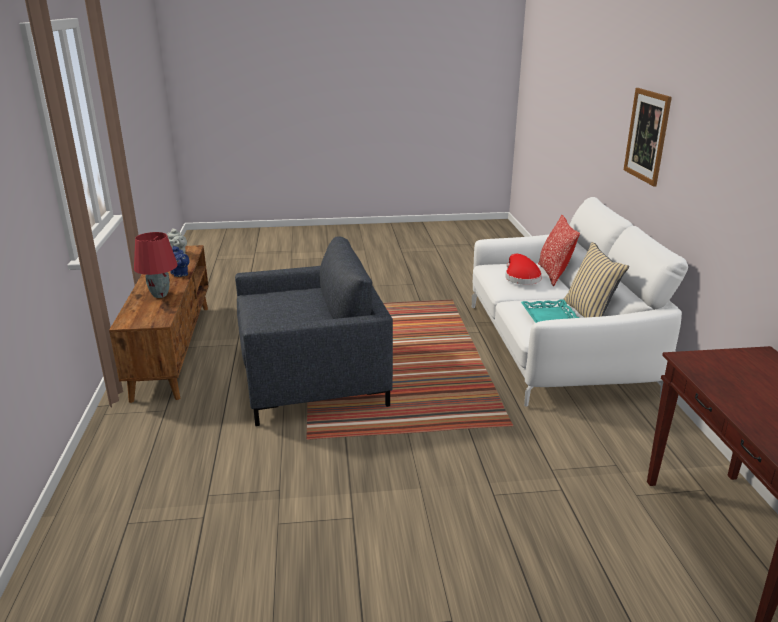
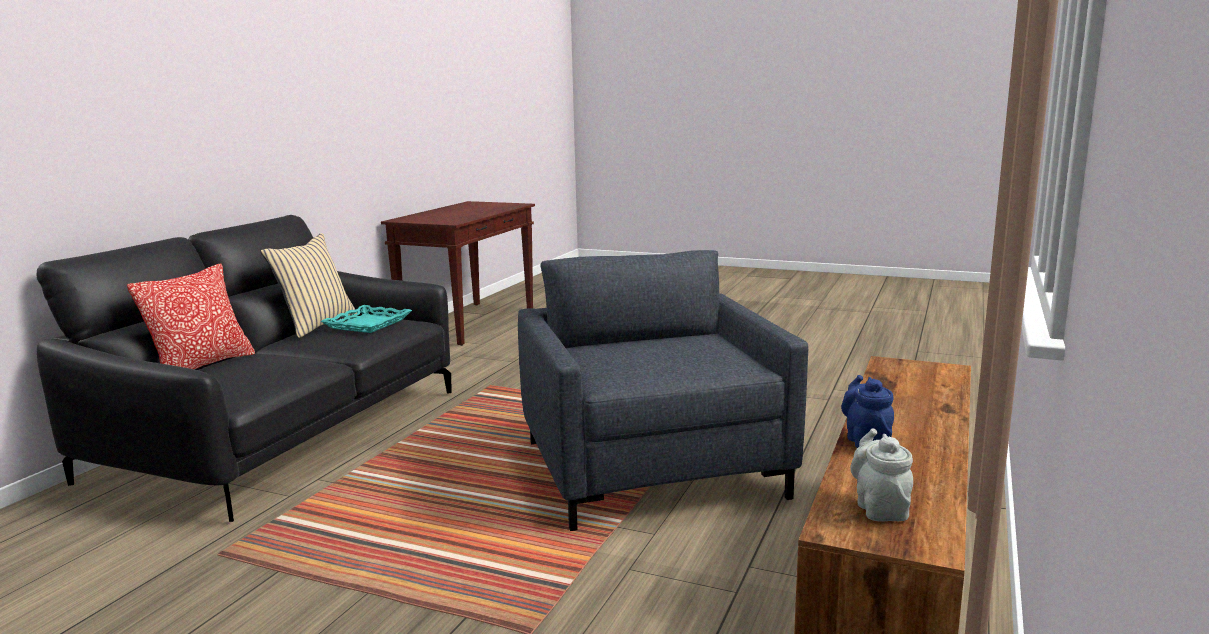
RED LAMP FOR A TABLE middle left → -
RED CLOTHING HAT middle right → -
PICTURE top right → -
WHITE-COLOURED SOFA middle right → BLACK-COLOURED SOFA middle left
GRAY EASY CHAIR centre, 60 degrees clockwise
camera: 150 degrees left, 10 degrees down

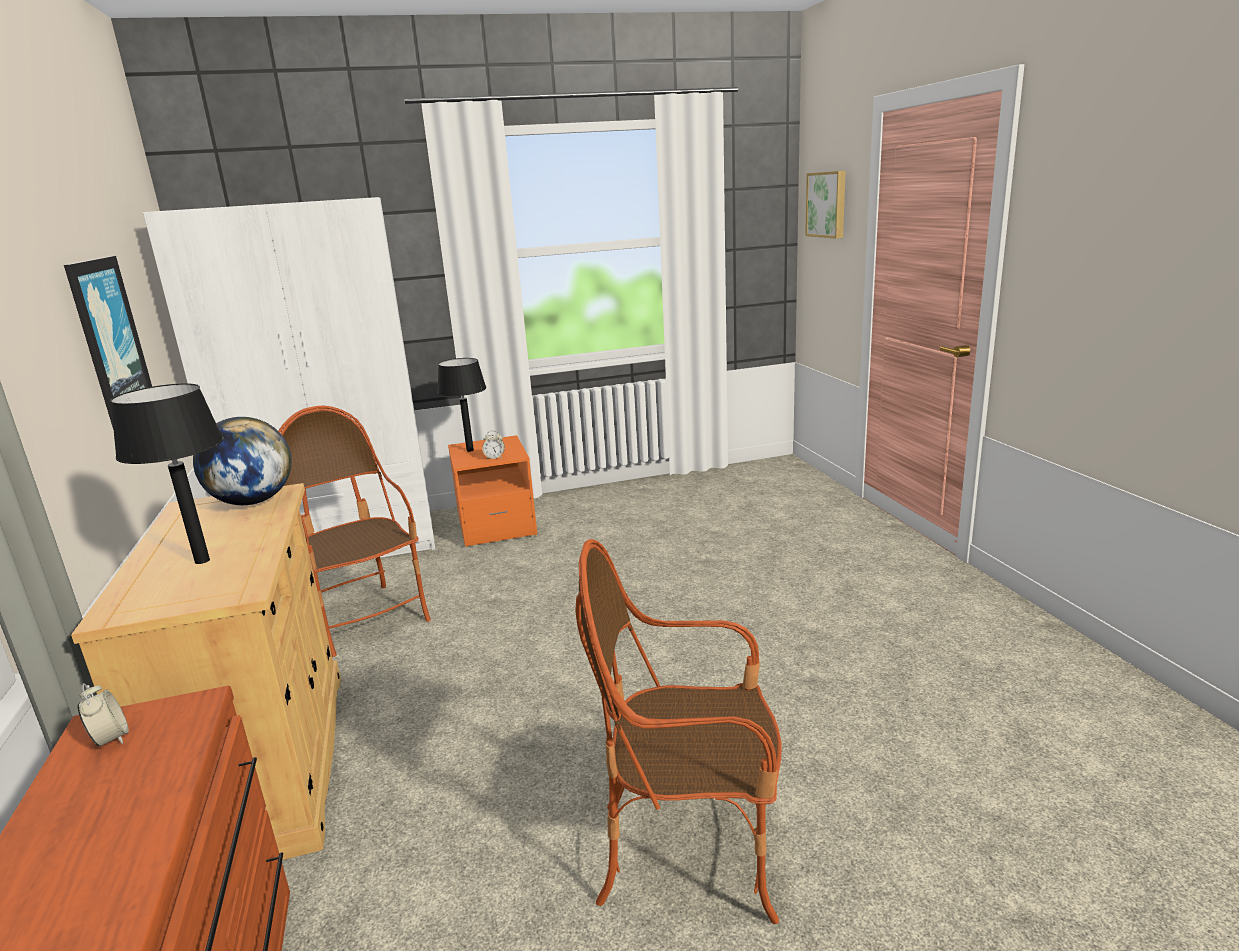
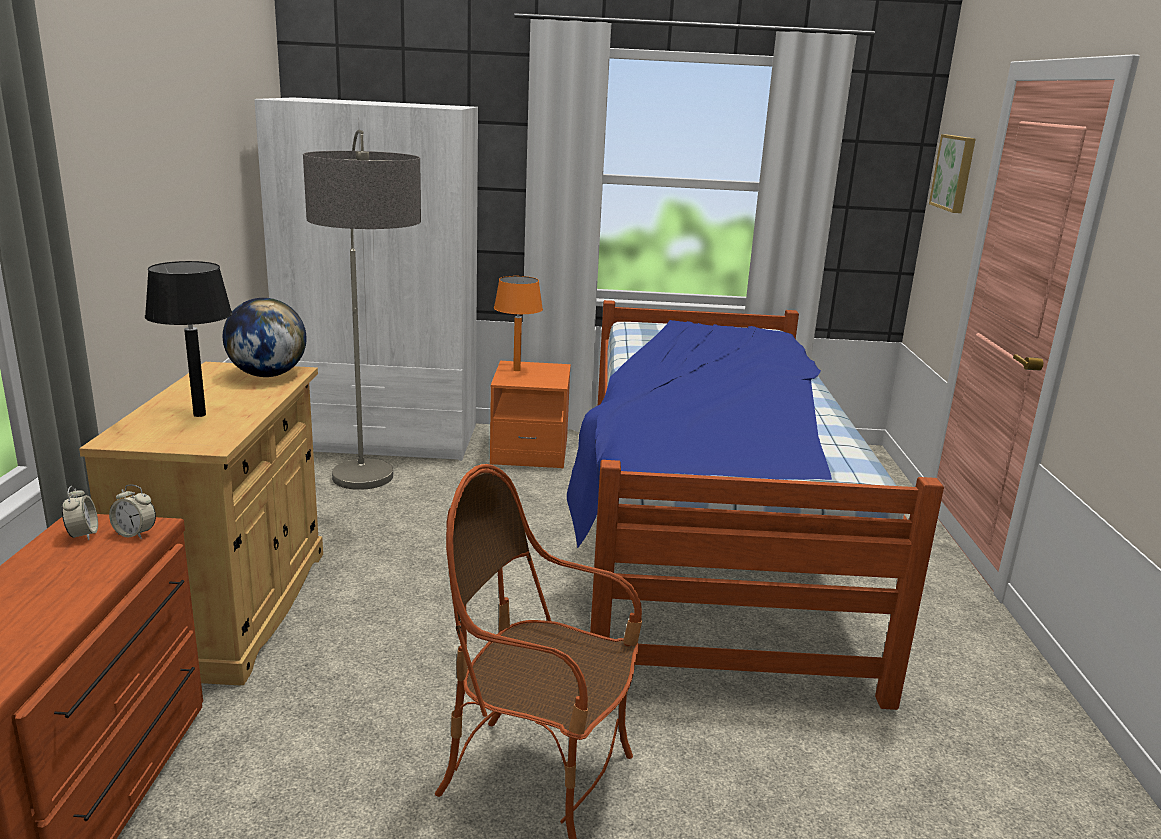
PICTURE (1st from left) middle left → -
- → BED centre
BEDSIDE CLOCK (2nd from left) centre → BEDSIDE CLOCK (2nd from left) middle left, moved
EASY CHAIR (1st from left) middle left → STANDING LAMP middle left
BLACK-COLOURED LAMP FOR A TABLE (2nd from left) centre → ORANGEY LAMP FOR A TABLE centre
camera: 15 degrees right, 0 degrees up

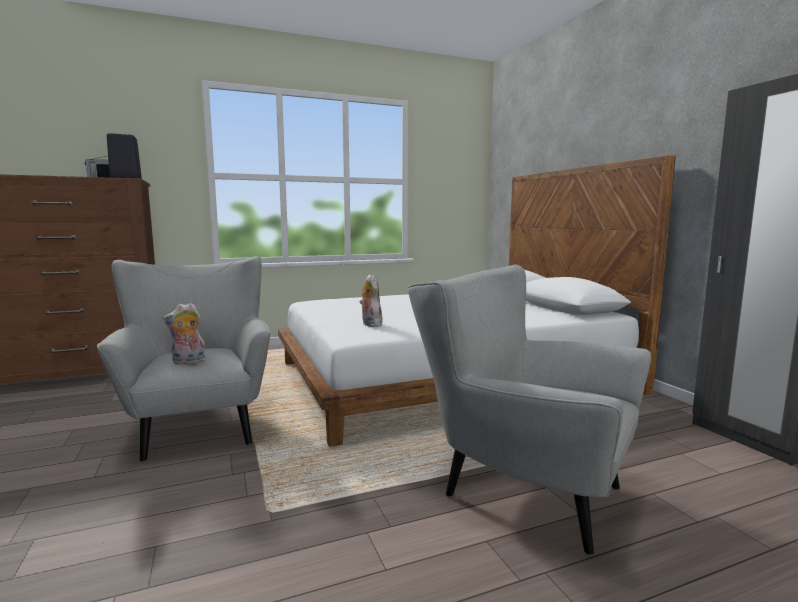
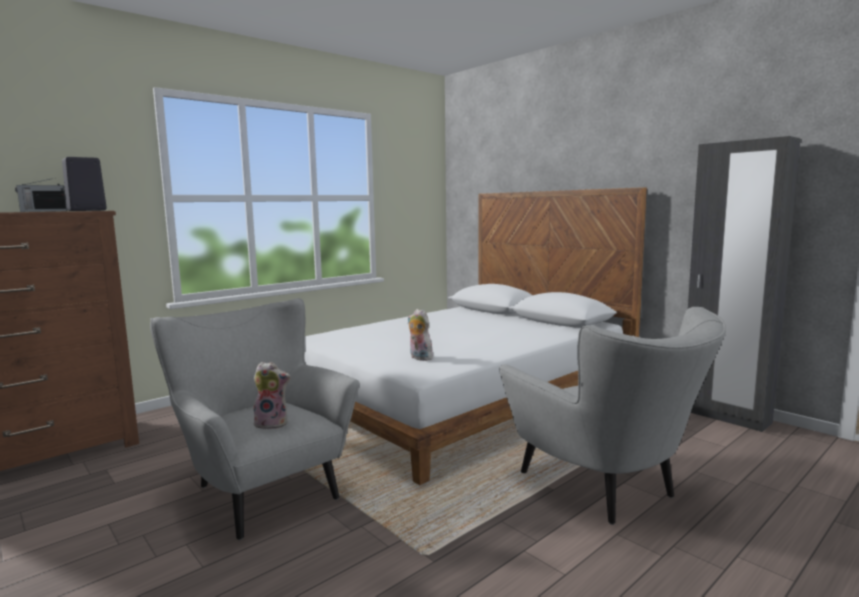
CUDDLY TOY (1st from left) middle left, 135 degrees counterclockwise
GRAY EASY CHAIR (2nd from left) bottom centre → GRAY EASY CHAIR (2nd from left) bottom right, 135 degrees counterclockwise
camera: 20 degrees left, 0 degrees up

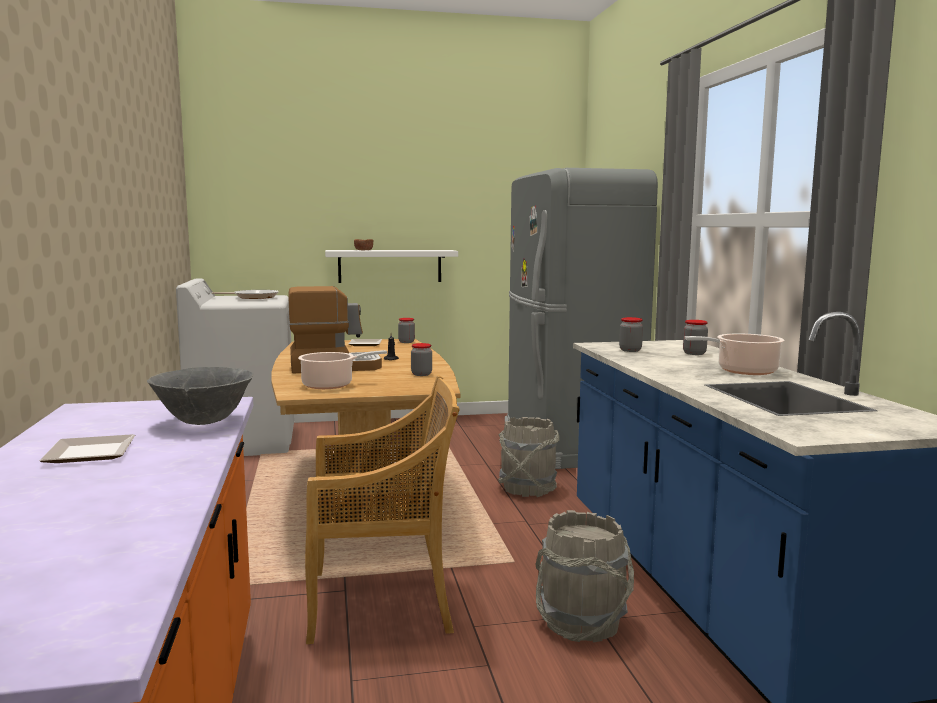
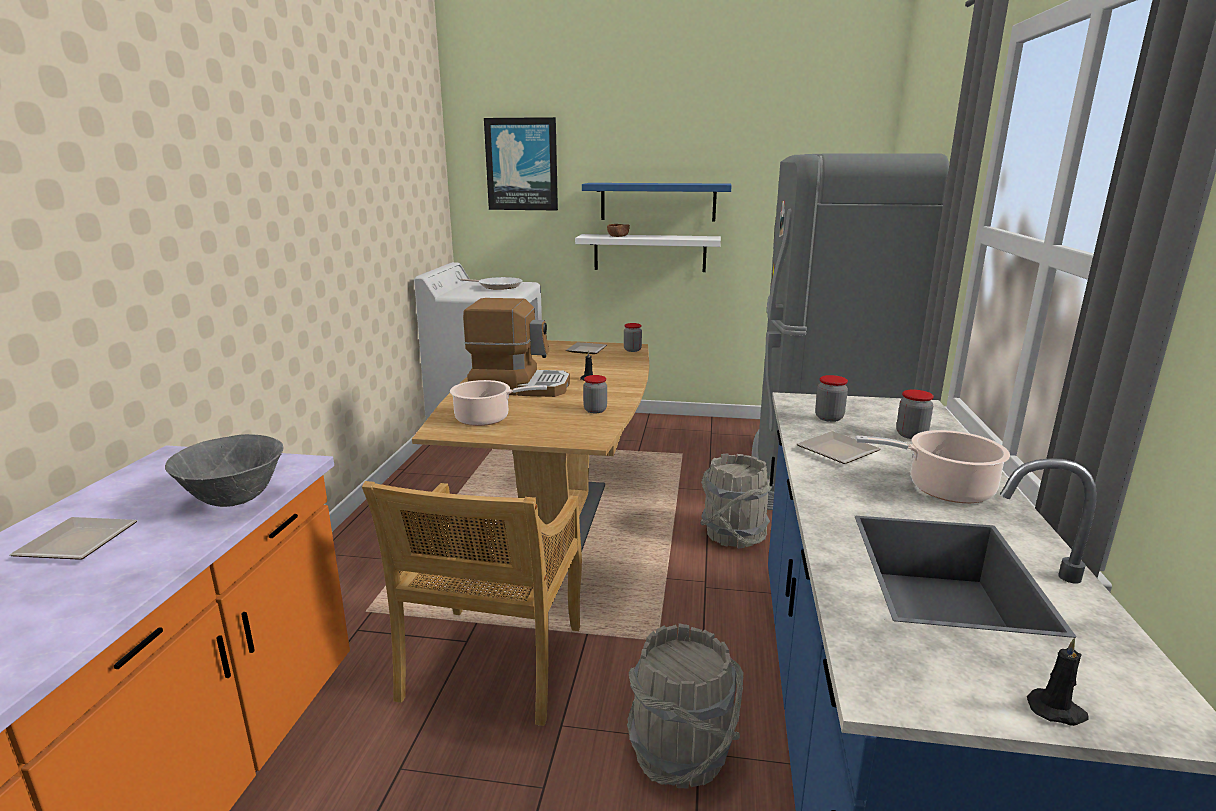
- → PICTURE top centre
- → BLUE-COLOURED WALL SHELF top centre
- → DINNER PLATE (3rd from left) middle right
- → BLACK-COLOURED WAX CANDLE (2nd from left) bottom right
BEIGE-COLOURED UPRIGHT CHAIR bottom centre, 90 degrees clockwise
camera: 20 degrees right, 10 degrees up

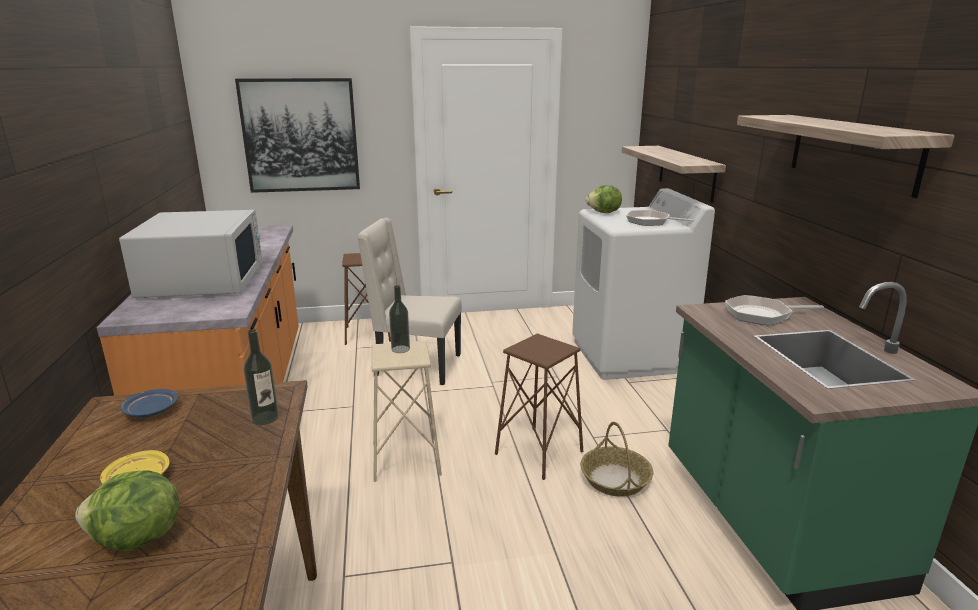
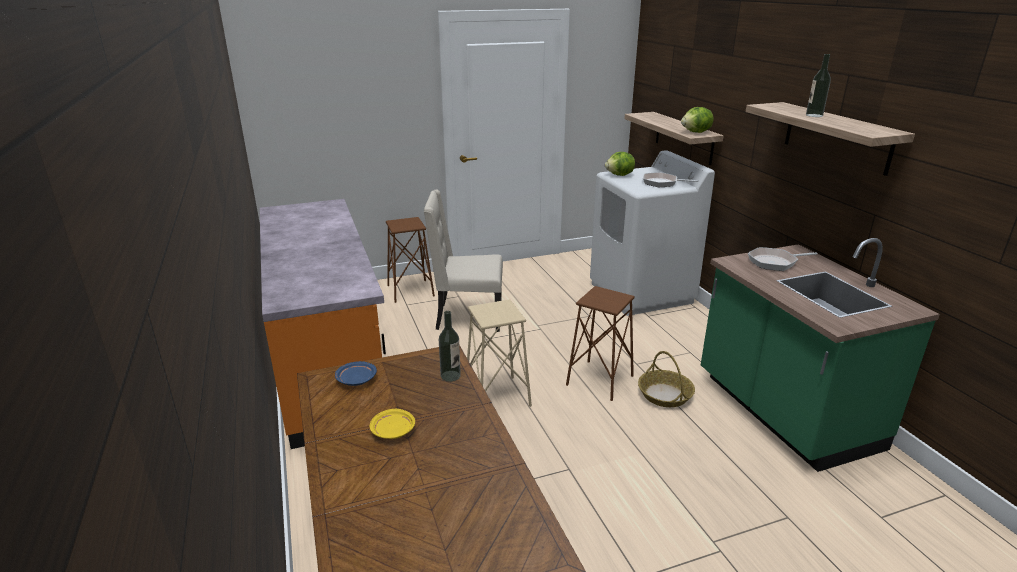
WHITE-COLOURED KITCHEN MICROWAVE middle left → -
PICTURE top left → -
LETTUCE HEAD (1st from left in the first image) bottom left → LETTUCE HEAD (2nd from left) top right, moved
BOTTLE (2nd from left) centre → BOTTLE (2nd from left) top right, moved
camera: 10 degrees left, 5 degrees up

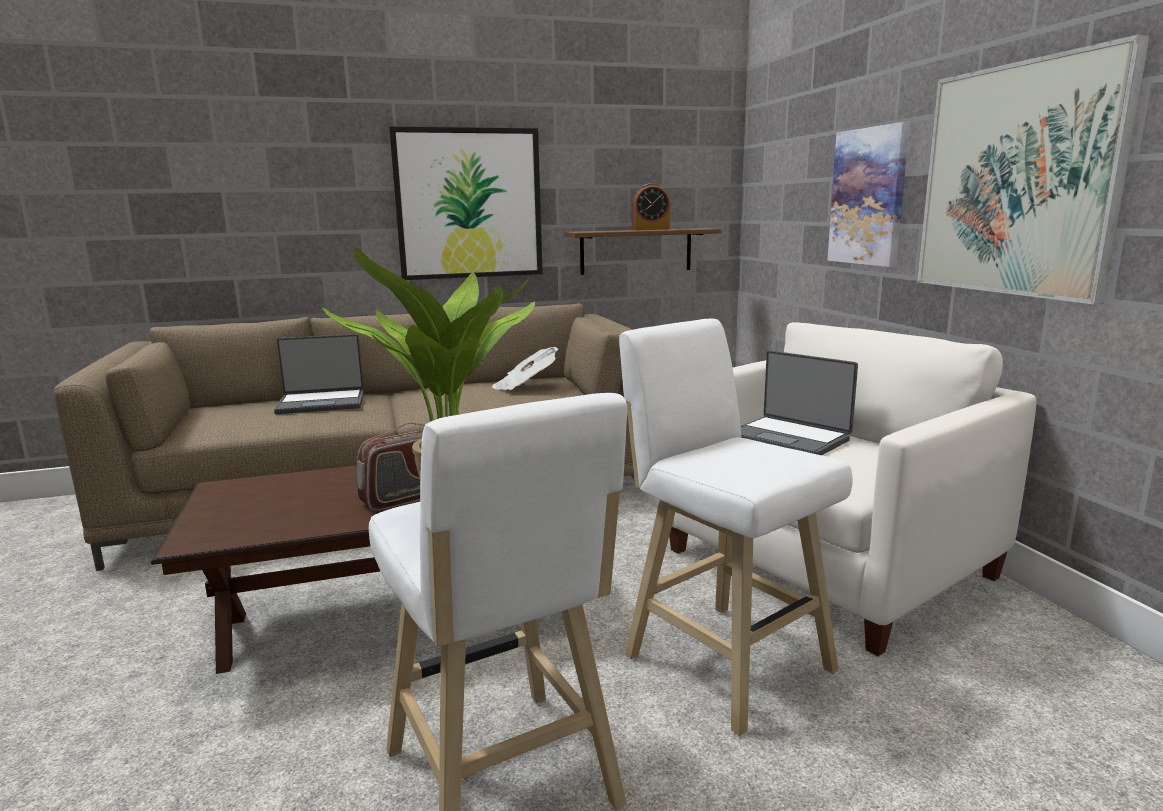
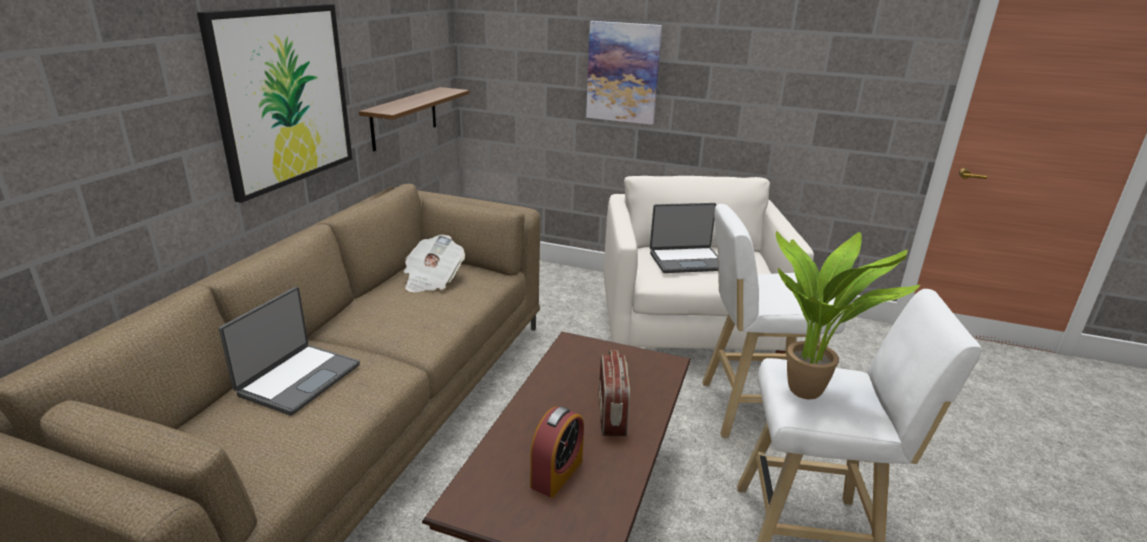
PICTURE (3rd from left) top right → -
BEDSIDE CLOCK top centre → BEDSIDE CLOCK bottom centre, moved
camera: 55 degrees left, 10 degrees up

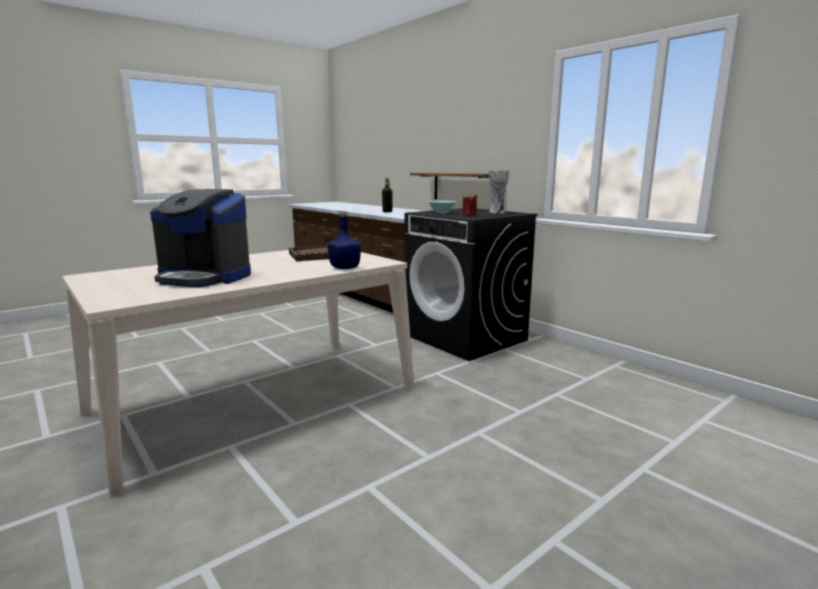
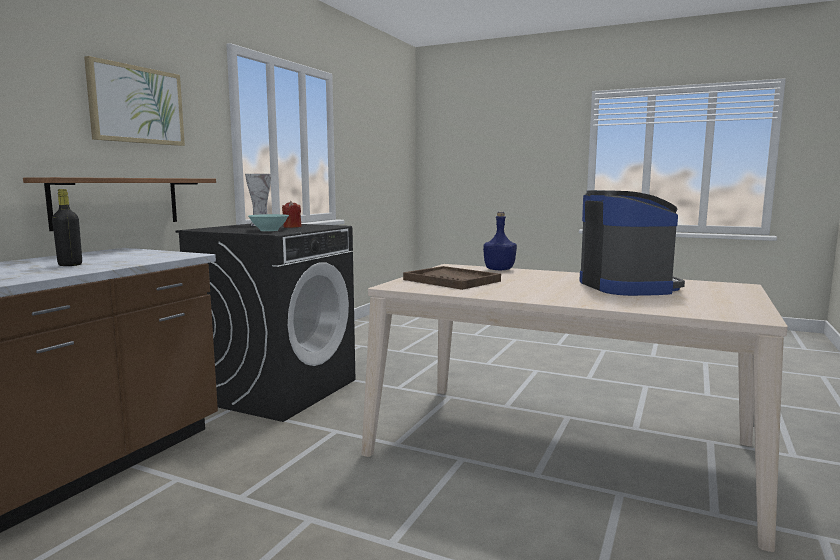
- → PICTURE top left
camera: 115 degrees left, 5 degrees down

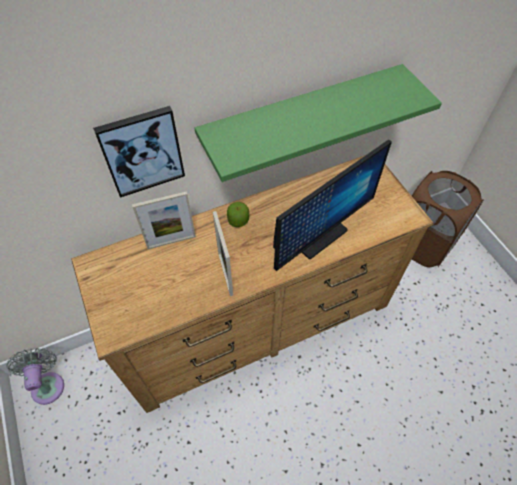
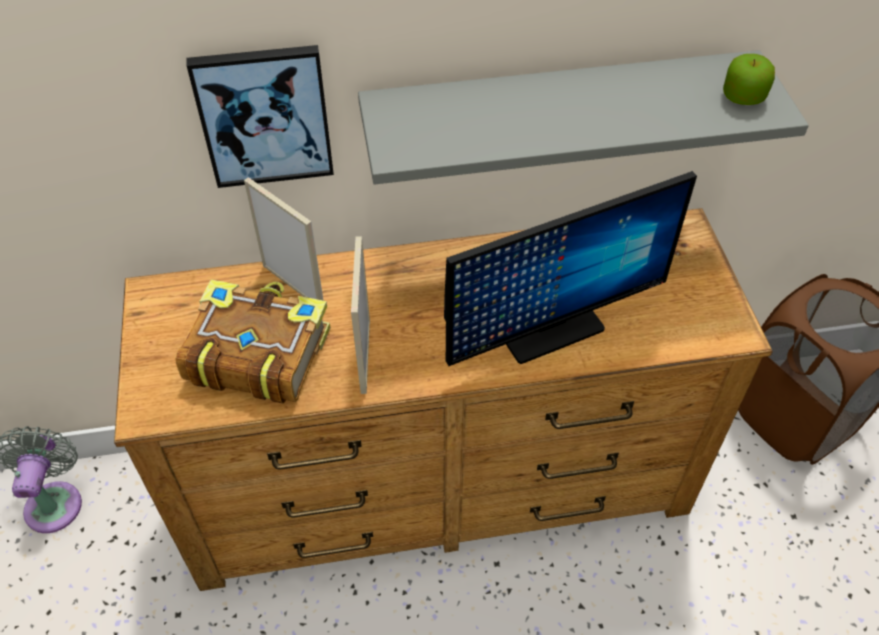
- → BOOK middle left
APPLE FRUIT centre → APPLE FRUIT top right, moved
GREEN-COLOURED WALL SHELF top centre → GRAY WALL SHELF top centre
PHOTO FRAME (1st from left) middle left, 135 degrees counterclockwise
camera: 15 degrees right, 5 degrees down

